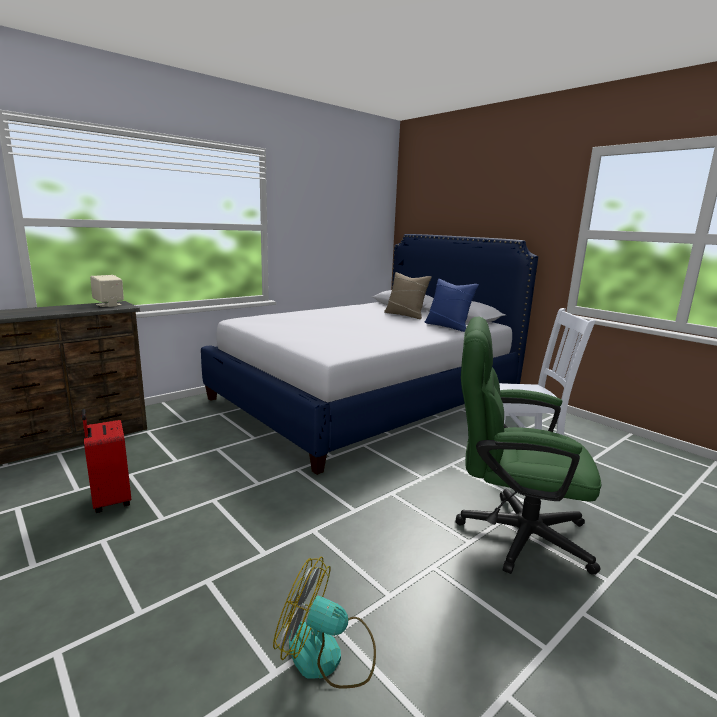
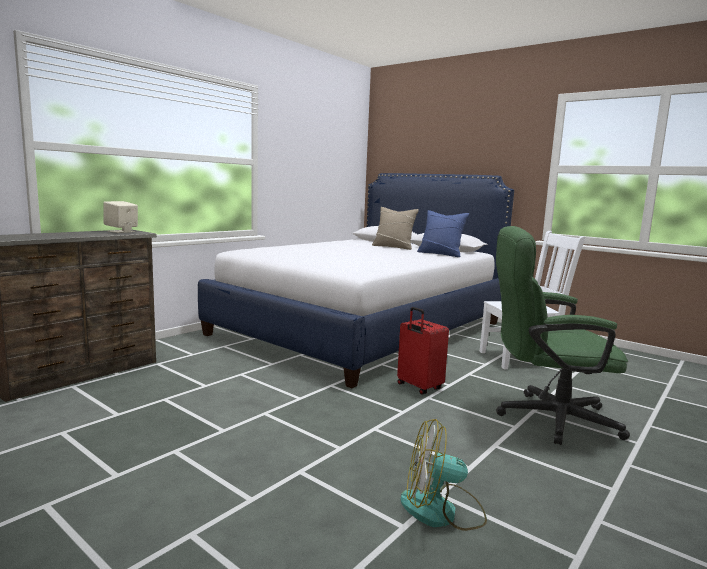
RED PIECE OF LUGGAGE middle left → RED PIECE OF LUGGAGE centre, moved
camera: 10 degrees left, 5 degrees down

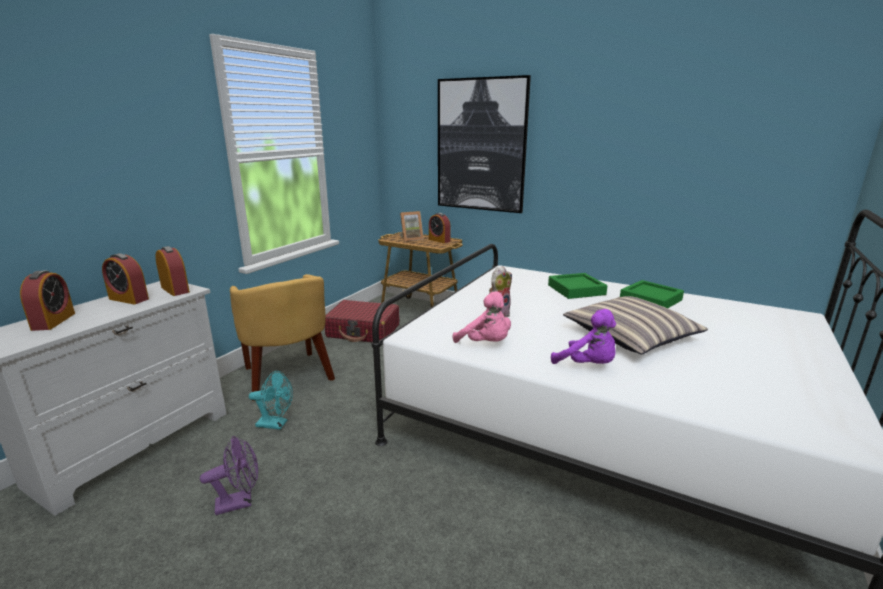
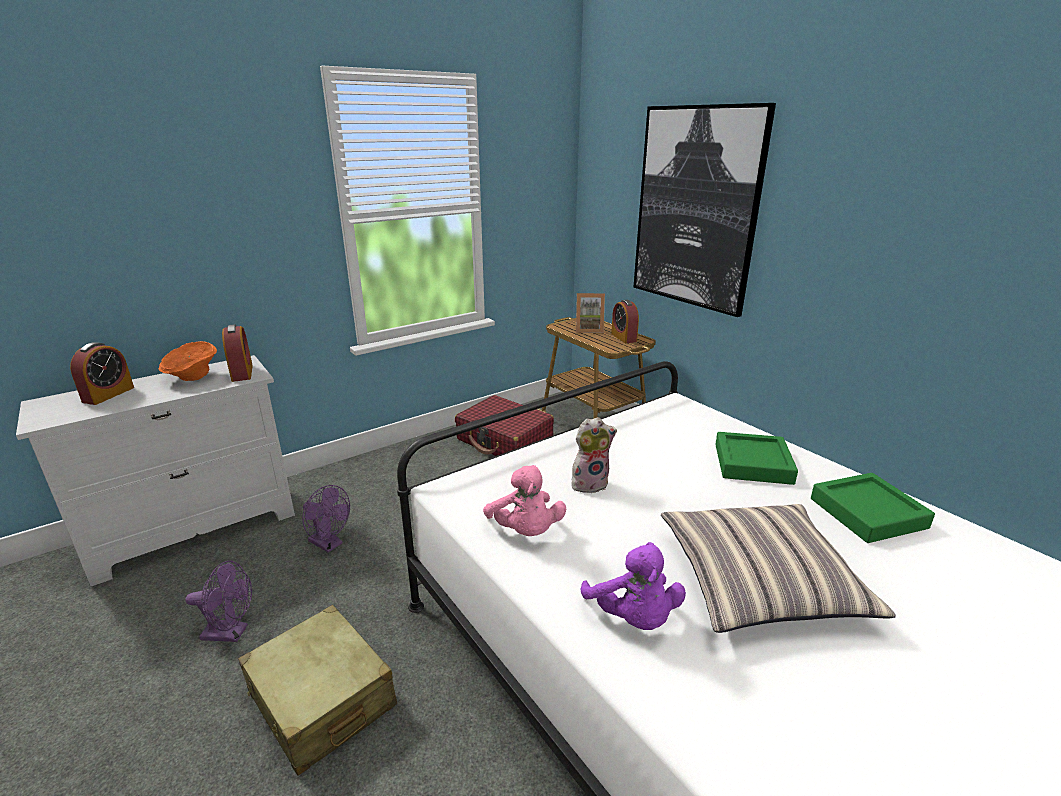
YELLOWISH EASY CHAIR middle left → -
- → BEIGE-COLOURED PIECE OF LUGGAGE bottom left
BEDSIDE CLOCK (2nd from left) middle left → ORANGEY SERVING BOWL middle left
TURQUOISE FAN bottom left → PURPLE FAN (2nd from left) middle left
camera: 25 degrees right, 5 degrees up

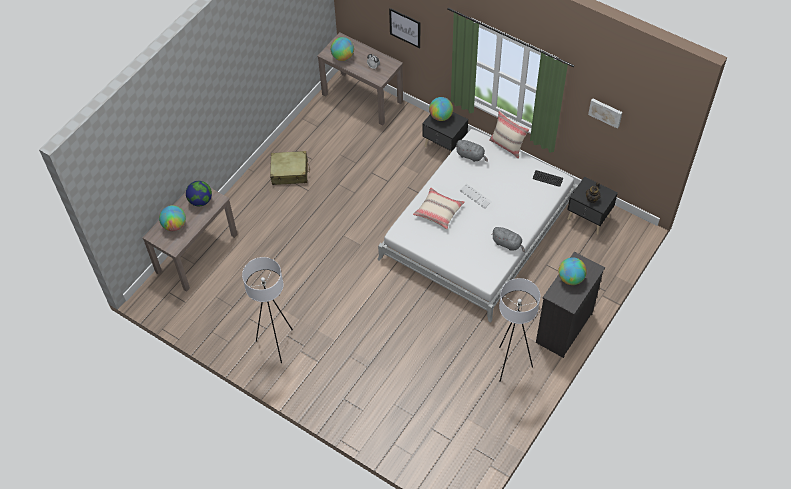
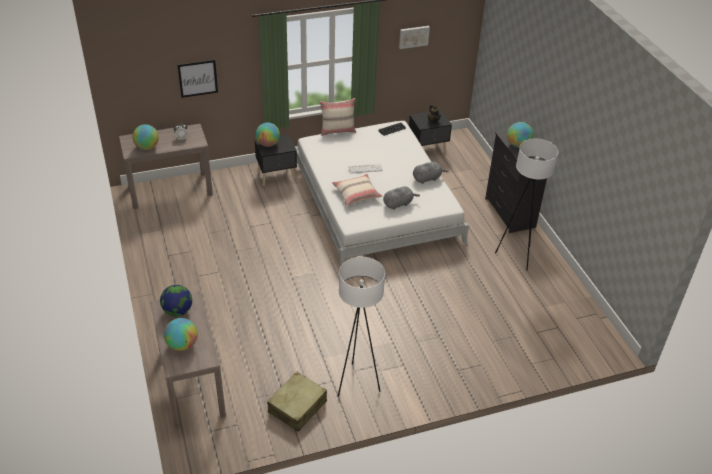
BEIGE-COLOURED PIECE OF LUGGAGE centre → BEIGE-COLOURED PIECE OF LUGGAGE bottom centre, moved
GRAY CUDDLY TOY (1st from left) top centre → GRAY CUDDLY TOY (1st from left) centre, moved
camera: 55 degrees left, 15 degrees down

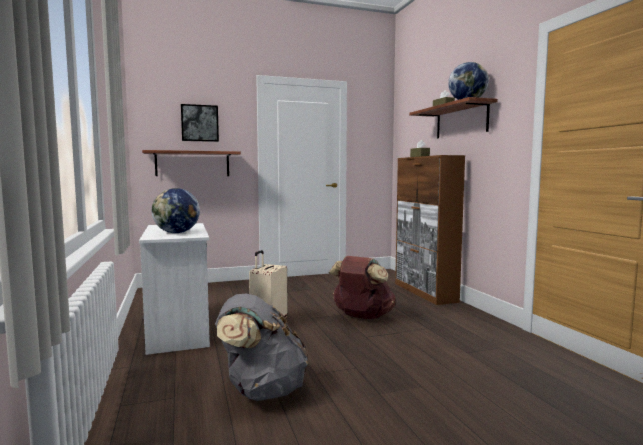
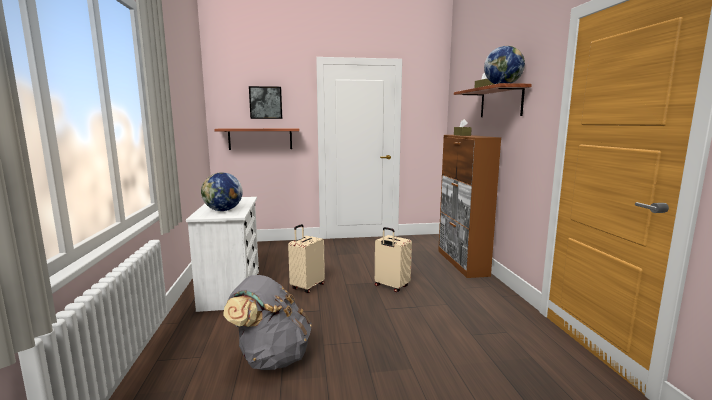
BROWN RUCKSACK centre → BEIGE-COLOURED PIECE OF LUGGAGE (2nd from left) centre
camera: 10 degrees right, 5 degrees up

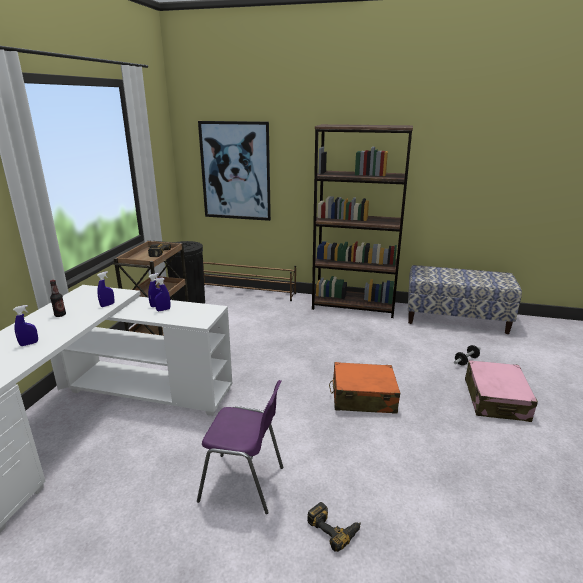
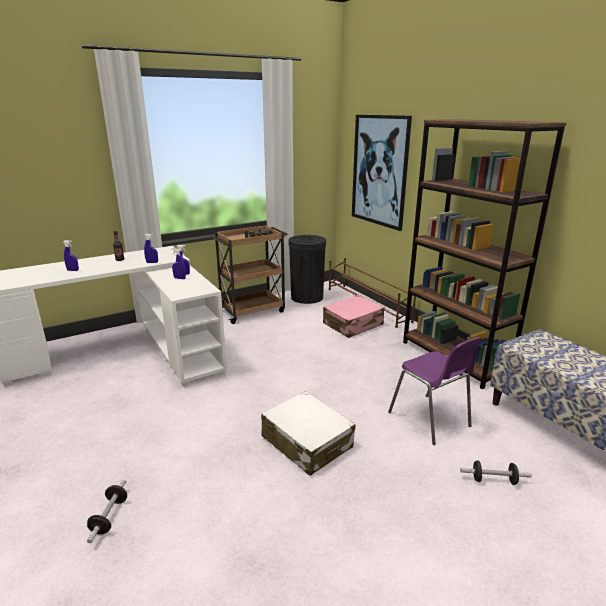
PURPLE UPRIGHT CHAIR bottom centre → PURPLE UPRIGHT CHAIR middle right, moved
PINK-COLOURED PIECE OF LUGGAGE bottom right → PINK-COLOURED PIECE OF LUGGAGE centre, moved
ELECTRIC DRILL (2nd from left) bottom centre → FREE WEIGHT (1st from left) bottom left
ORANGEY PIECE OF LUGGAGE centre → WHITE-COLOURED PIECE OF LUGGAGE bottom centre
camera: 45 degrees right, 0 degrees up

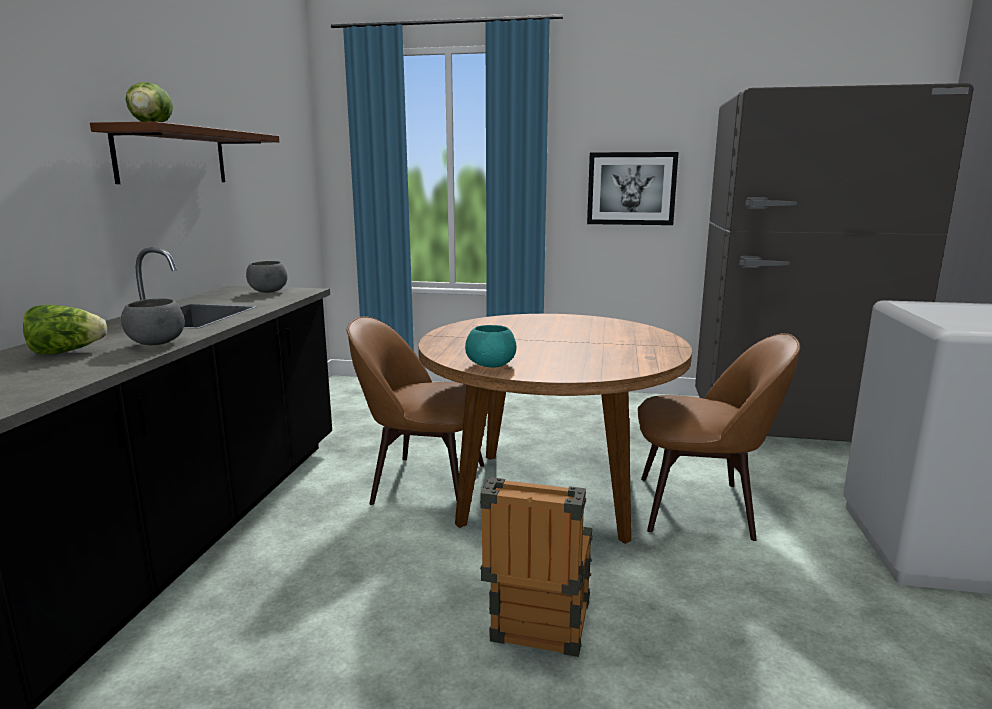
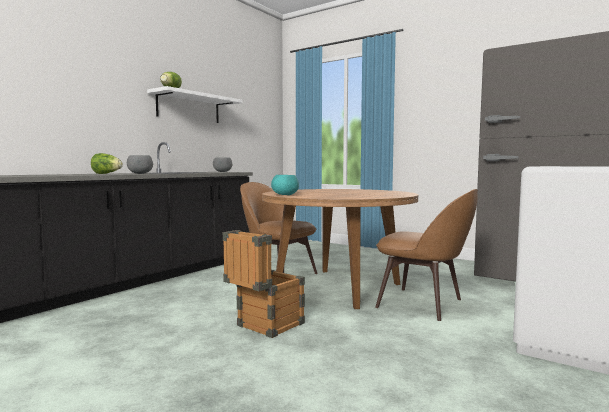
PICTURE top centre → -
BROWN WALL SHELF top left → WHITE-COLOURED WALL SHELF top left
camera: 25 degrees right, 10 degrees down

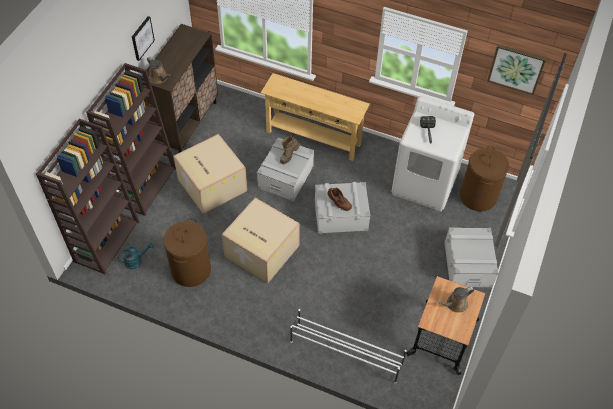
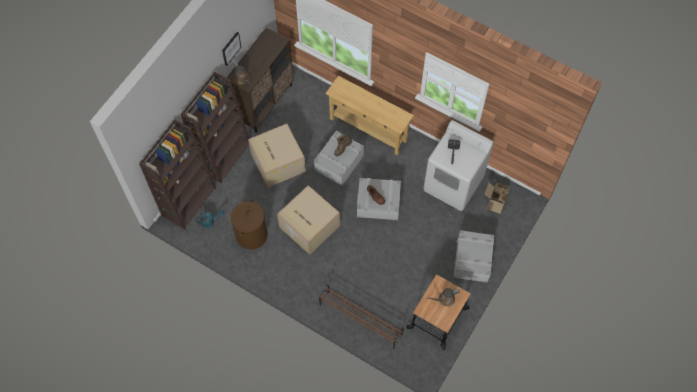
PICTURE (2nd from left) top right → -
BROWN HAMPER (2nd from left) middle right → CARTON (3rd from left) middle right
WHITE-COLOURED SHOE RACK bottom centre → BROWN SHOE RACK bottom centre
camera: 10 degrees right, 10 degrees up

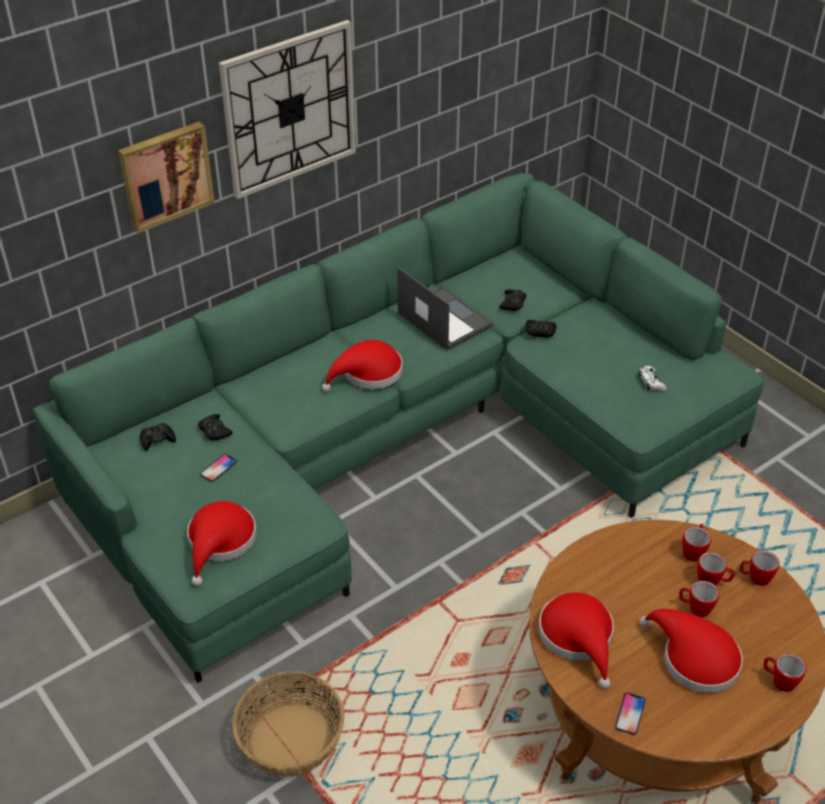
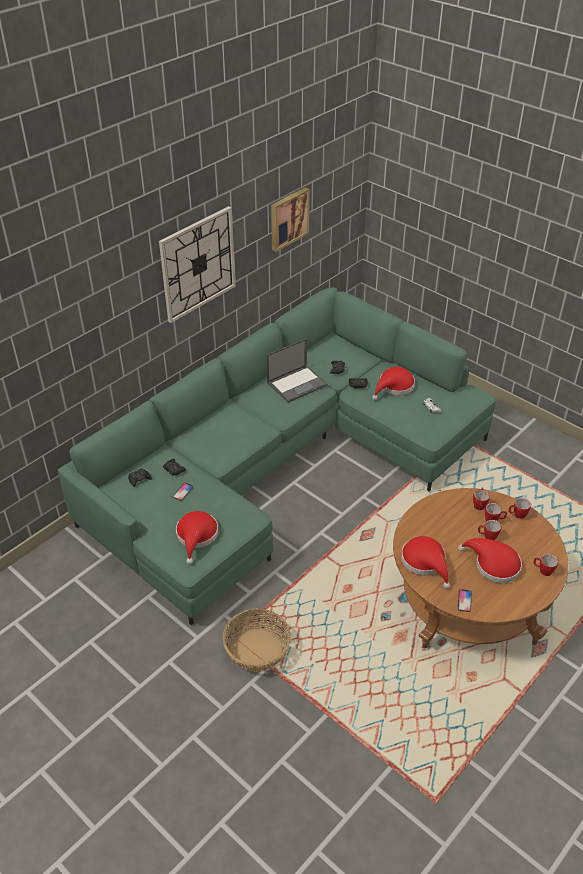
PICTURE top left → PICTURE top centre, moved
RED CLOTHING HAT (2nd from left) centre → RED CLOTHING HAT (2nd from left) middle right, moved
LAPTOP centre, 105 degrees clockwise
camera: 10 degrees left, 0 degrees up

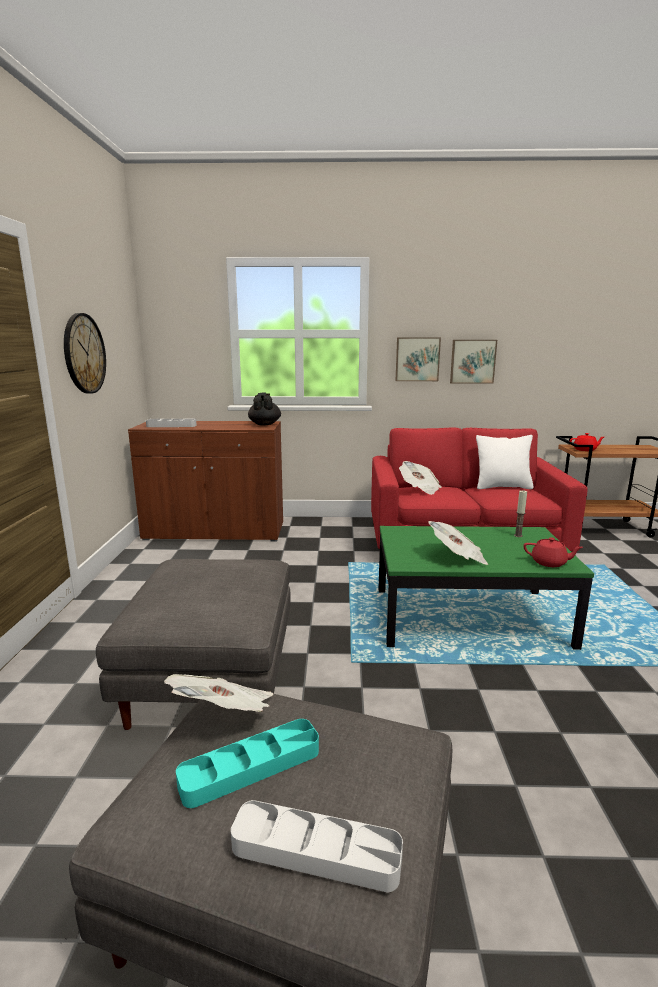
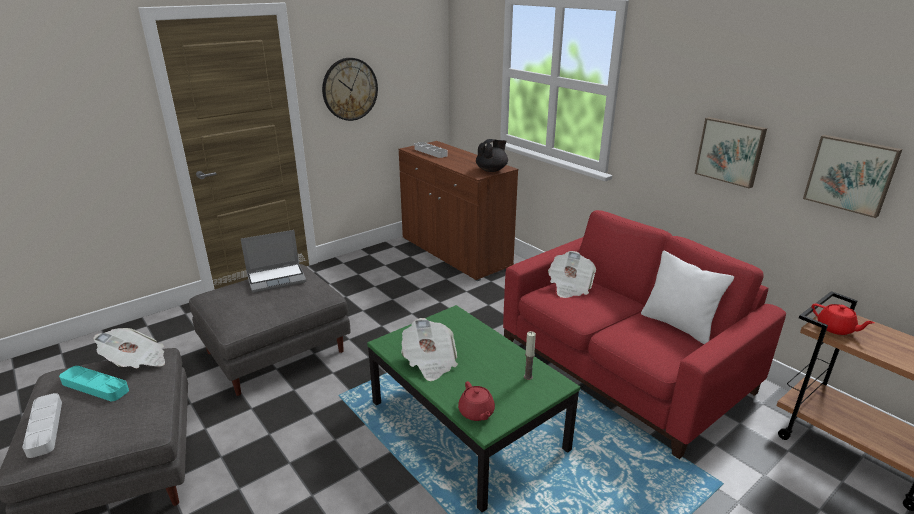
- → LAPTOP middle left
PICTURE (1st from left in the first image) centre → PICTURE (2nd from left) middle right, moved
camera: 50 degrees right, 10 degrees up

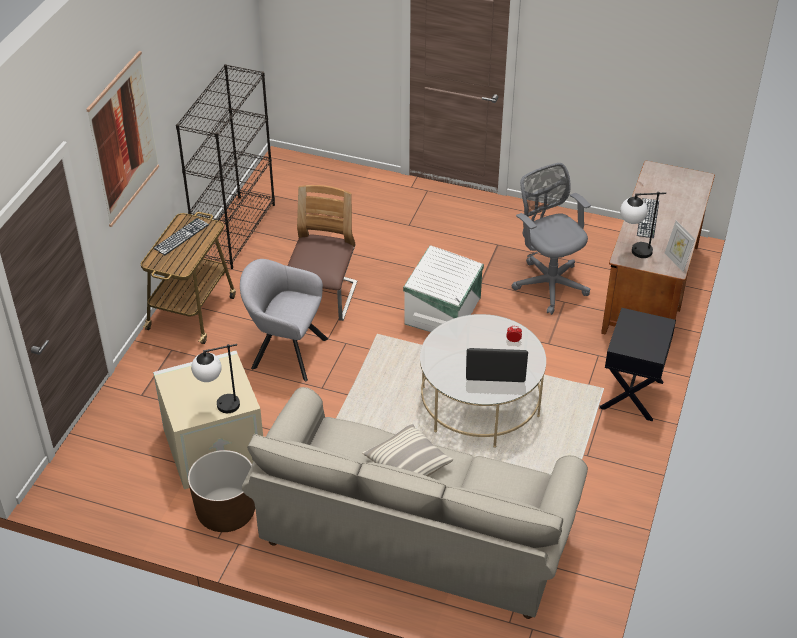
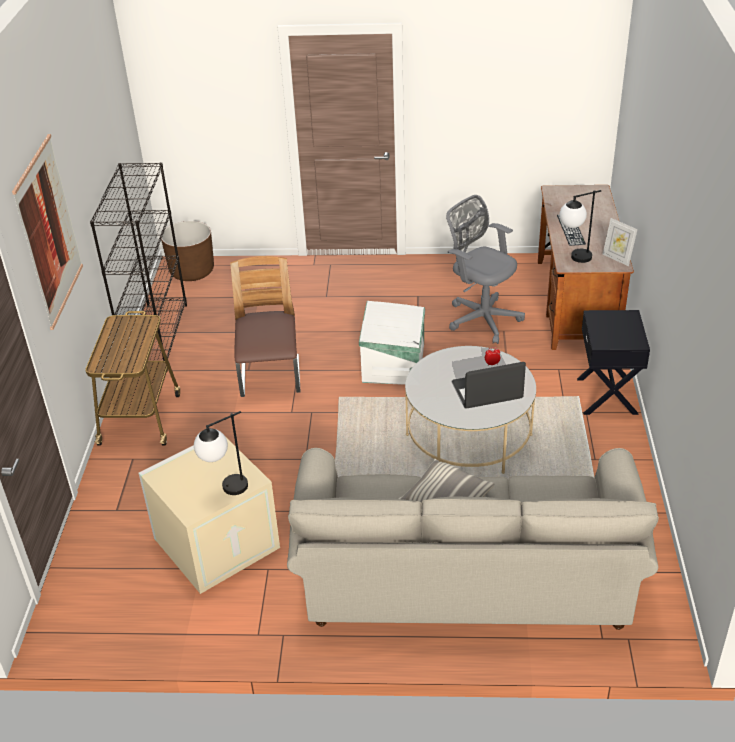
COMPUTER KEYBOARD (1st from left) middle left → -
GRAY EASY CHAIR centre → -
BROWN FLOWER POT bottom left → BROWN FLOWER POT middle left, moved
camera: 15 degrees left, 5 degrees down

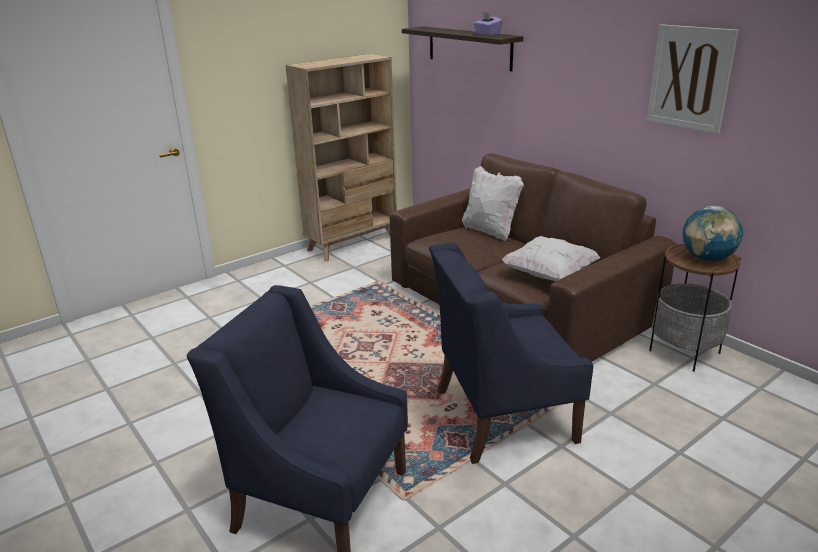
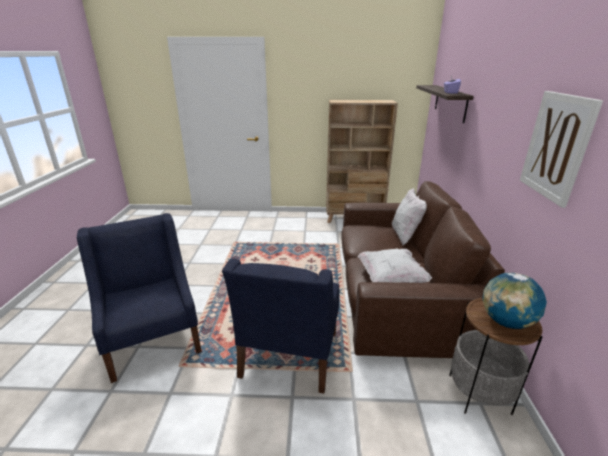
BLUE-COLOURED EASY CHAIR (2nd from left) centre → BLUE-COLOURED EASY CHAIR (2nd from left) bottom centre, 105 degrees counterclockwise
camera: 40 degrees right, 0 degrees up

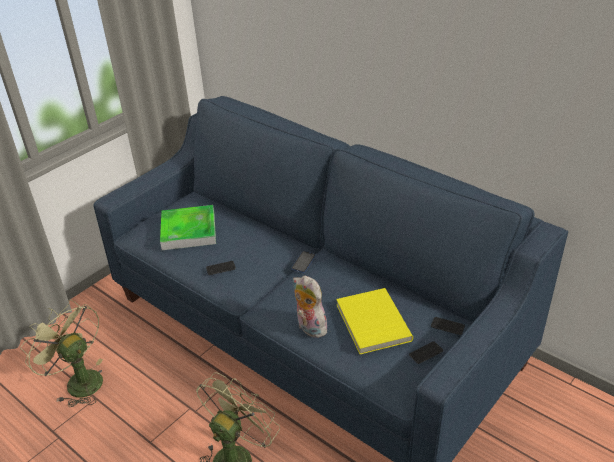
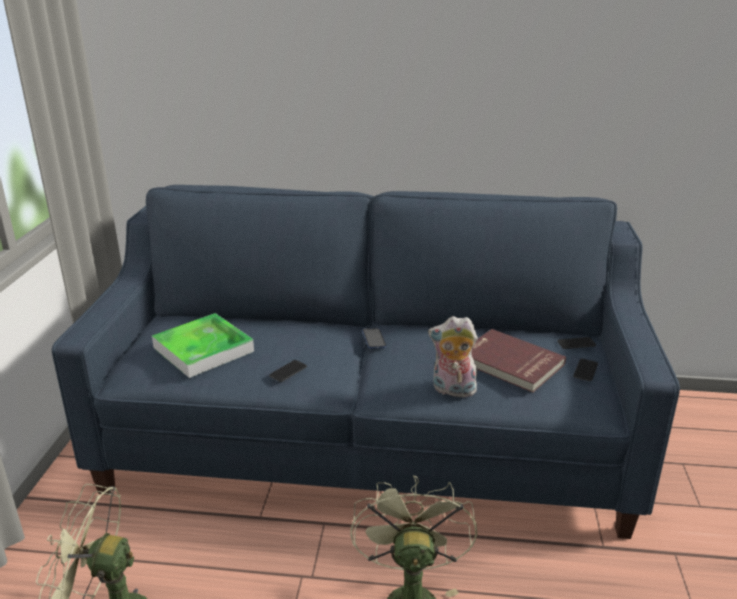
YELLOWISH BOOK bottom centre → RED BOOK middle right
camera: 35 degrees left, 10 degrees down

